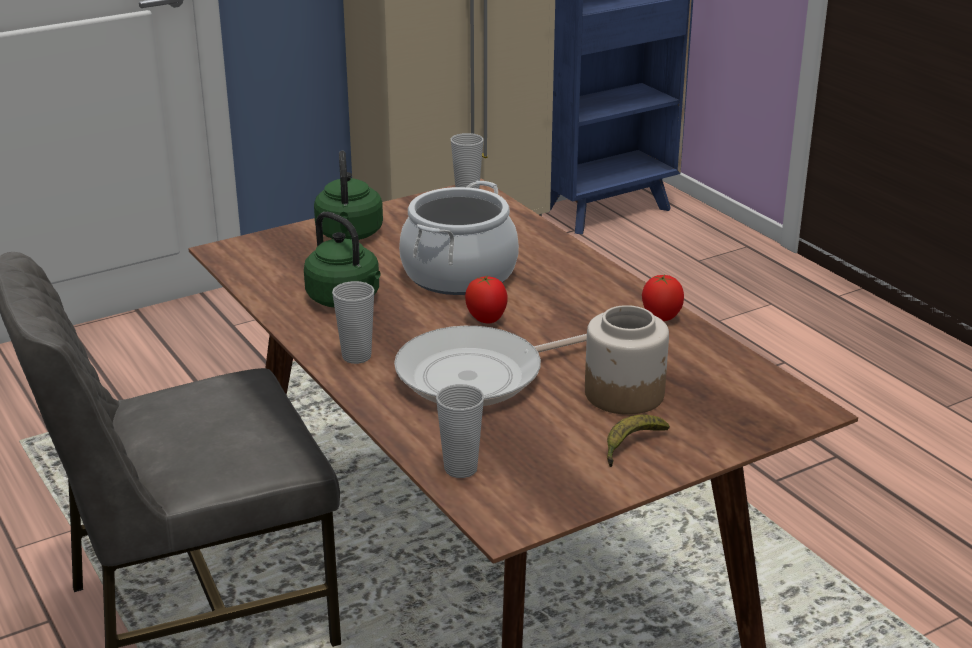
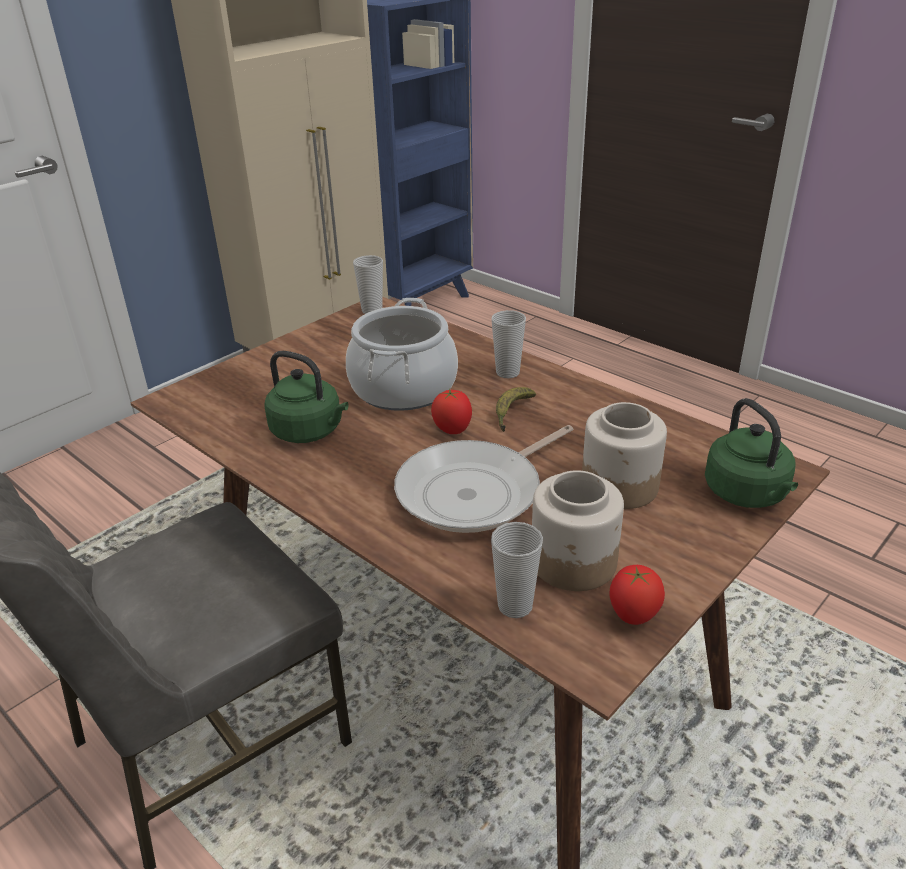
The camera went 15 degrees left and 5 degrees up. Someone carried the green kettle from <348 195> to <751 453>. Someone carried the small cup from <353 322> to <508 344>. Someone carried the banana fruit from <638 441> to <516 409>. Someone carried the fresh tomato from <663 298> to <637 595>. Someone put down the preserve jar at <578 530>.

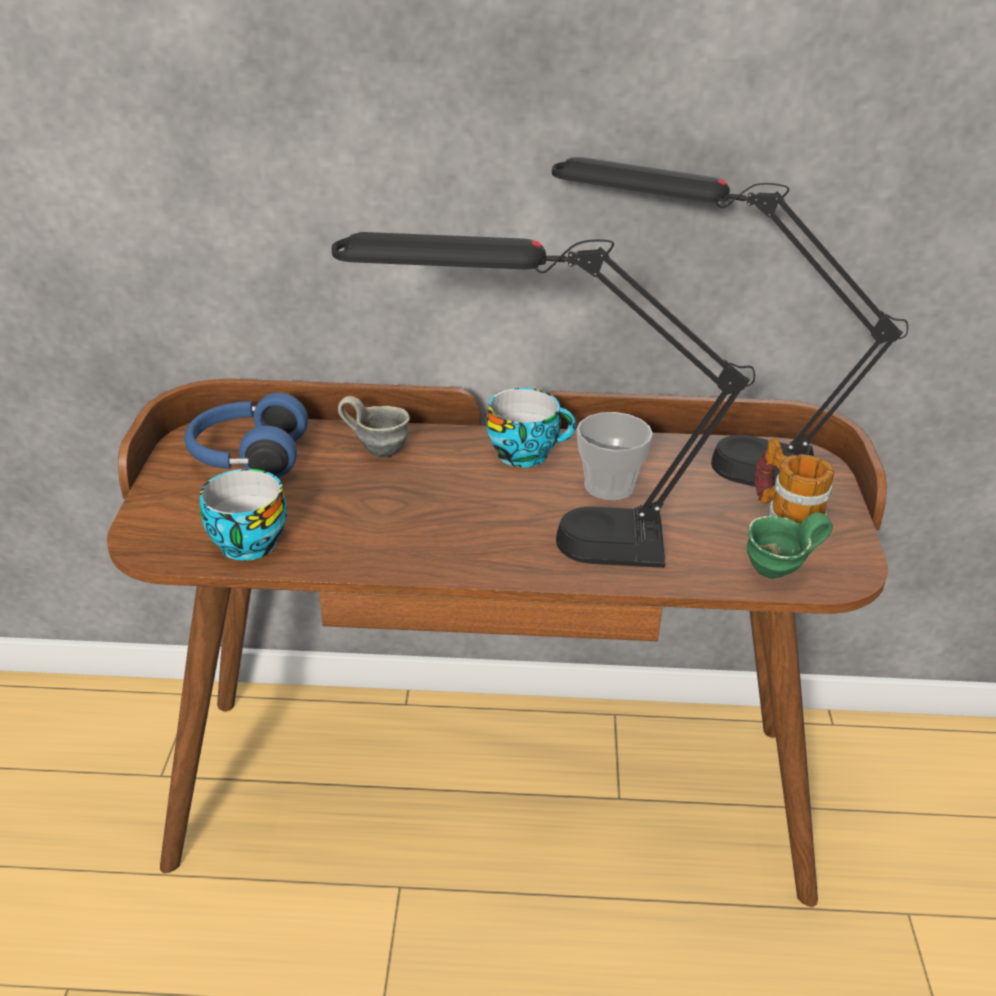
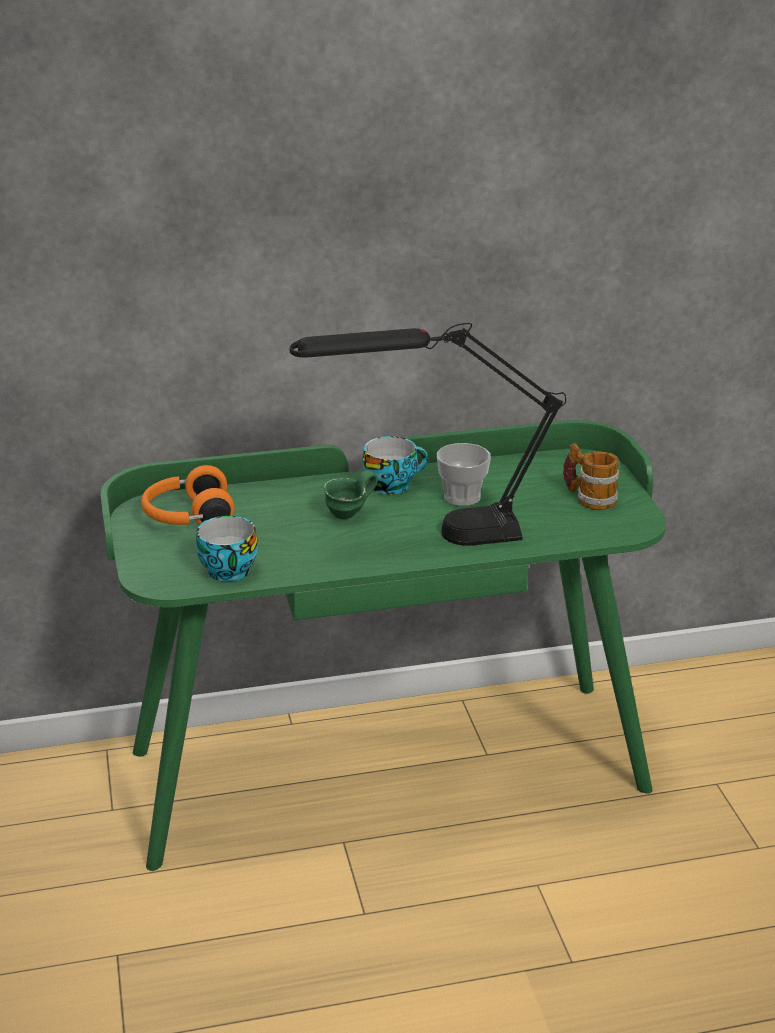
The camera went 15 degrees left and 5 degrees down. Someone repainted the brown-coloured desk at <497 643>, which became the green desk at <383 645>. Someone repainted the blue-coloured pair of headphones at <246 435>, which became the orange pair of headphones at <188 495>. Someone took away the grey tea mug at <374 427>. Someone took away the black tabletop lamp at <730 322>. Someone carried the green tea mug from <790 546> to <351 494>.

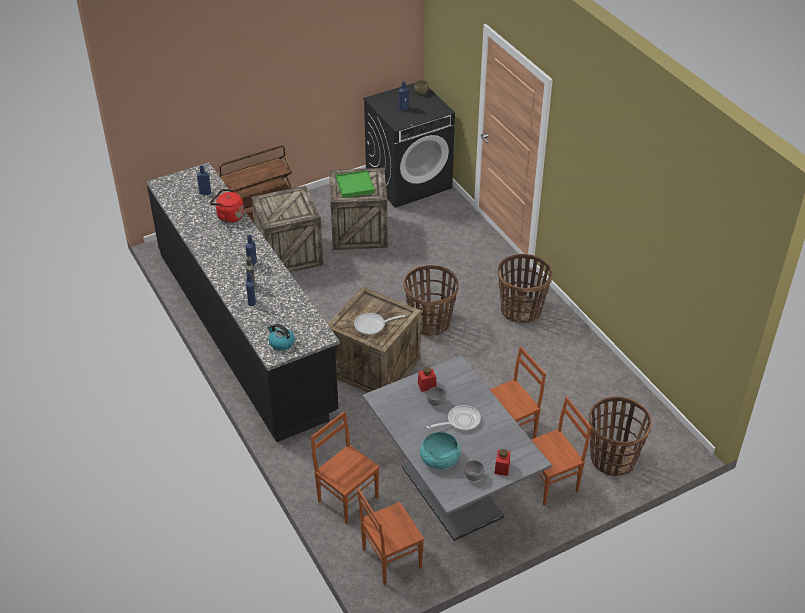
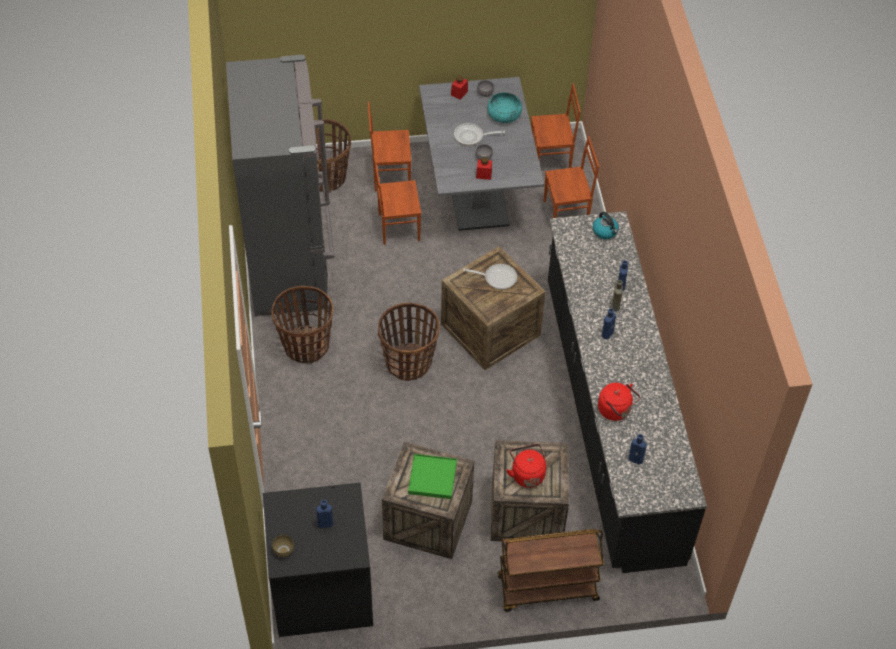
The camera went 160 degrees left and 10 degrees up. Someone rotated the brown-coloured chair at <345 467> by 75 degrees counterclockwise. Someone put down the grey refrigerator at <280 185>. Someone put down the red-coloured kettle at <526 466>.

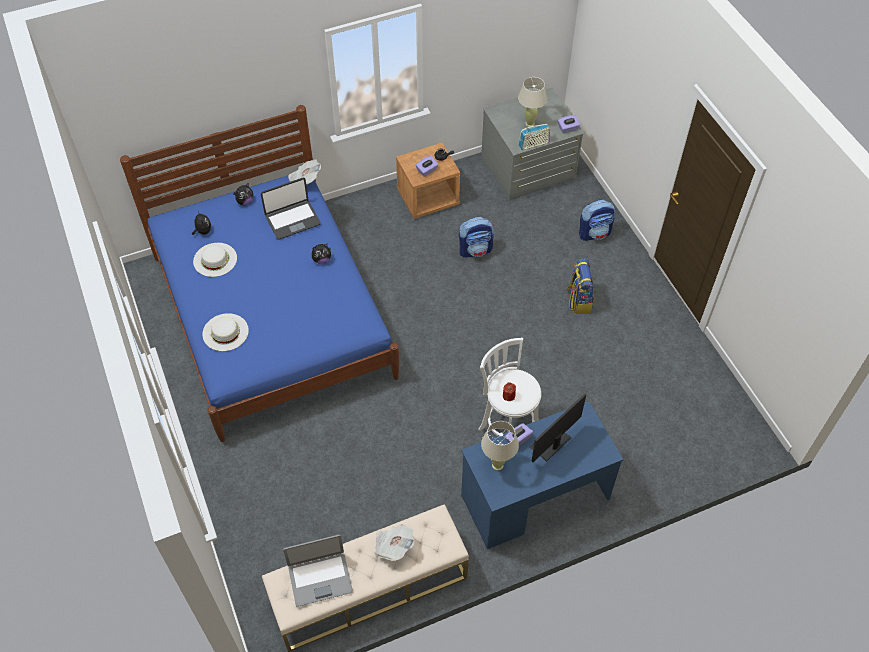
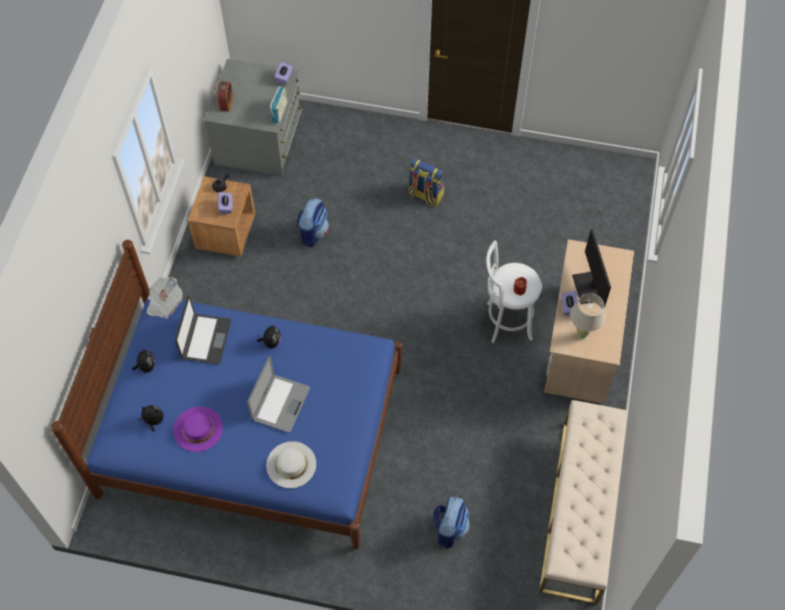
The camera went 55 degrees left and 5 degrees up. Someone repainted the white-coloured hat at <215 260>, which became the purple hat at <198 429>. Someone carried the portable computer from <318 571> to <278 394>. Someone took away the daily paper at <394 542>. Someone repainted the blue-coloured desk at <542 475>, which became the beige-coloured desk at <589 321>. Someone took away the beige-coloured tabletop lamp at <532 102>. Someone carried the backpack from <597 220> to <451 522>. Someone put down the table clock at <225 96>.

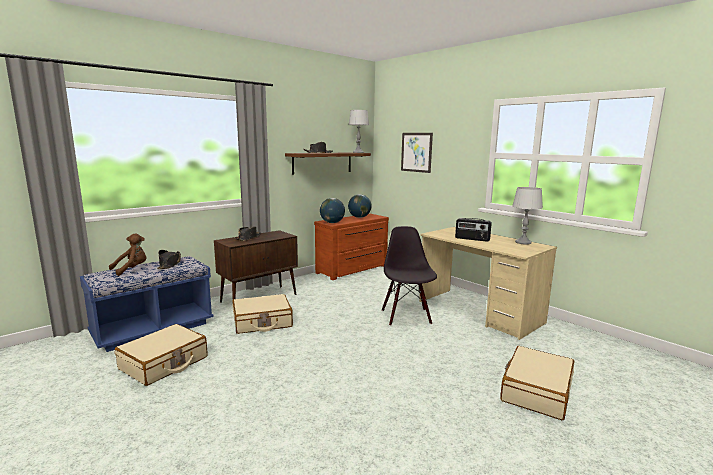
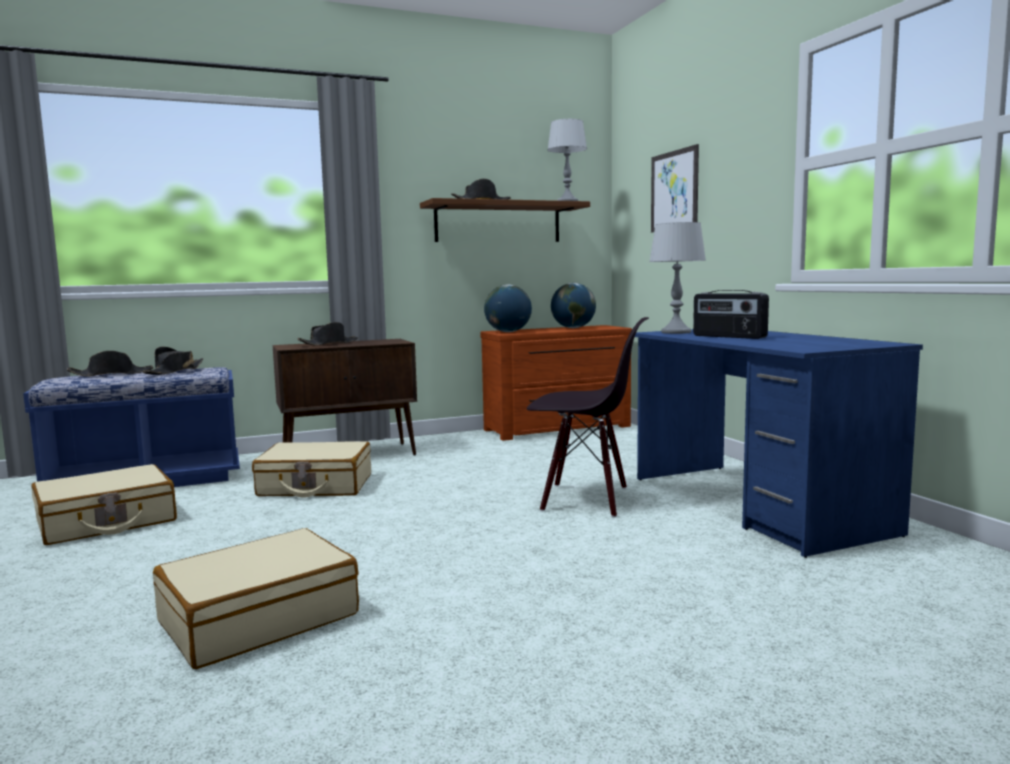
The camera went 20 degrees right and 5 degrees down. Someone swapped the brown-coloured soft toy at <128 254> for the black hat at <110 364>. Someone rotated the black chair at <409 276> by 90 degrees clockwise. Someone repainted the beige-coloured desk at <488 283>, which became the blue-coloured desk at <779 443>. Someone carried the beige-coloured piece of luggage from <537 383> to <256 598>. Someone carried the grey tabletop lamp from <527 216> to <677 278>.

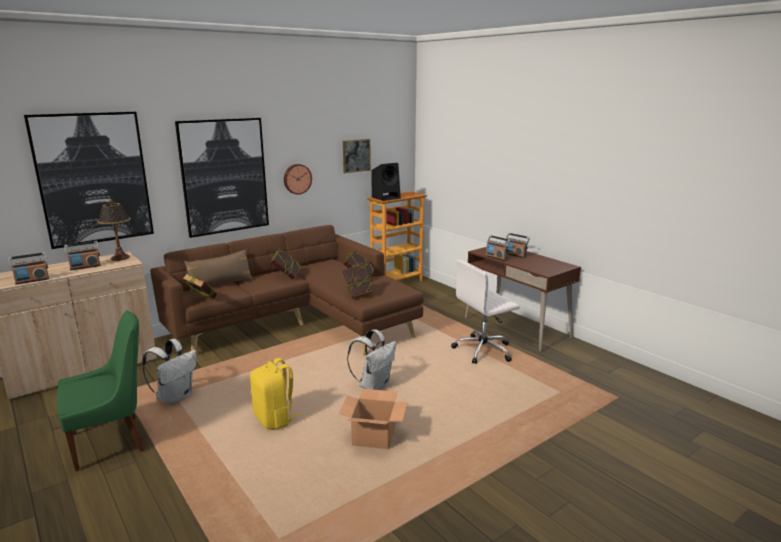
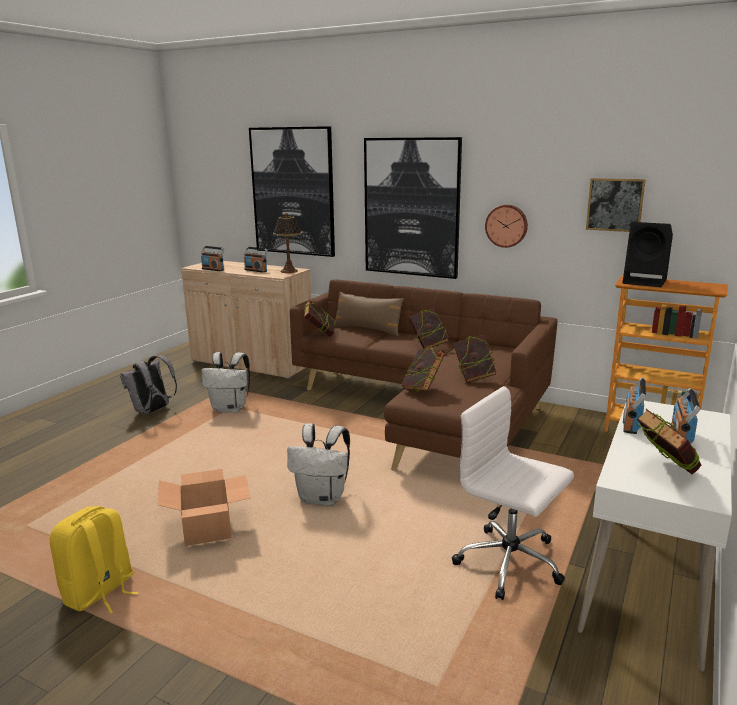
The camera went 65 degrees right and 0 degrees up. Someone swapped the green chair at <100 391> for the grey backpack at <148 385>. Someone carried the yellow backpack from <276 394> to <94 560>. Someone repainted the brown-coloured desk at <523 299>, which became the white-coloured desk at <654 536>. Someone put down the book at <669 441>.

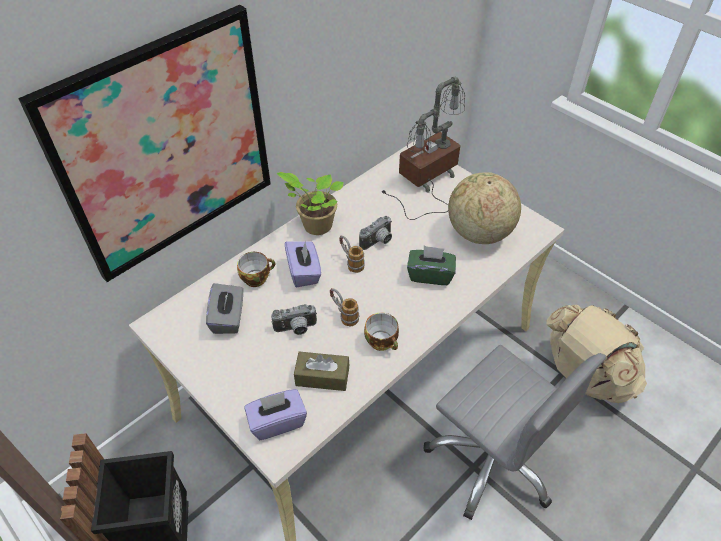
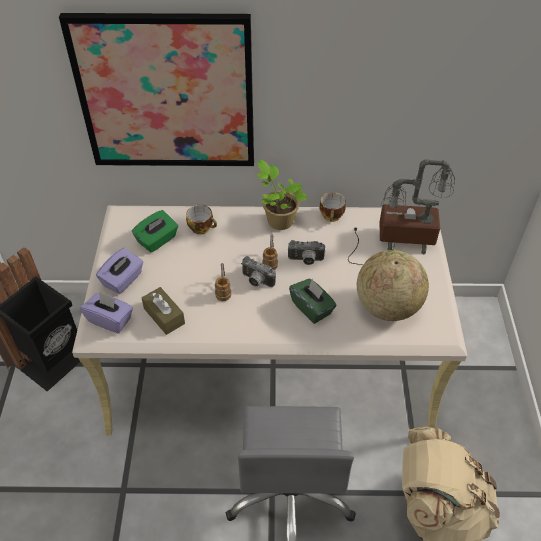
The camera went 45 degrees right and 0 degrees up. Someone repainted the grey box of tissues at <224 308>, which became the green box of tissues at <155 231>. Someone carried the photo camera from <294 319> to <258 271>. Someone carried the purple box of tissues from <303 264> to <119 271>. Someone carried the small cup from <381 331> to <332 207>.

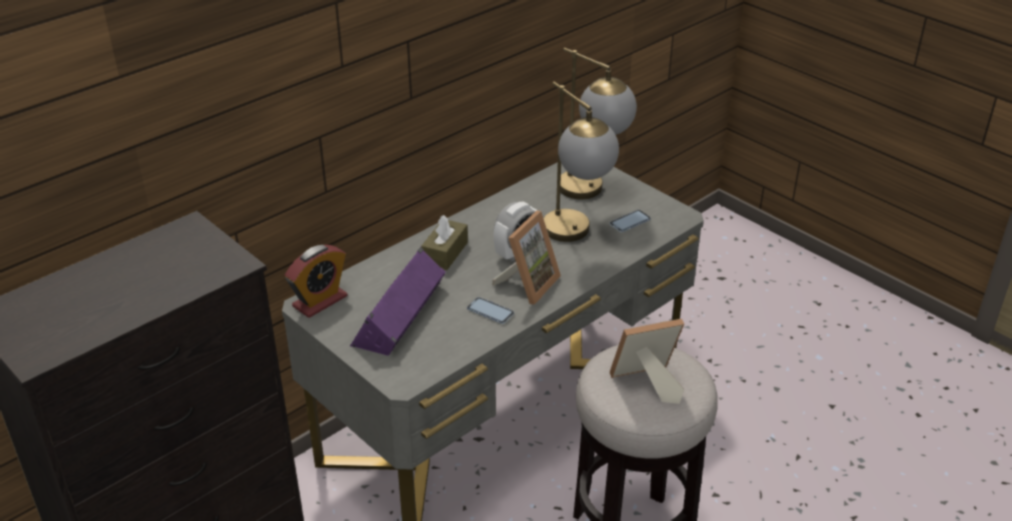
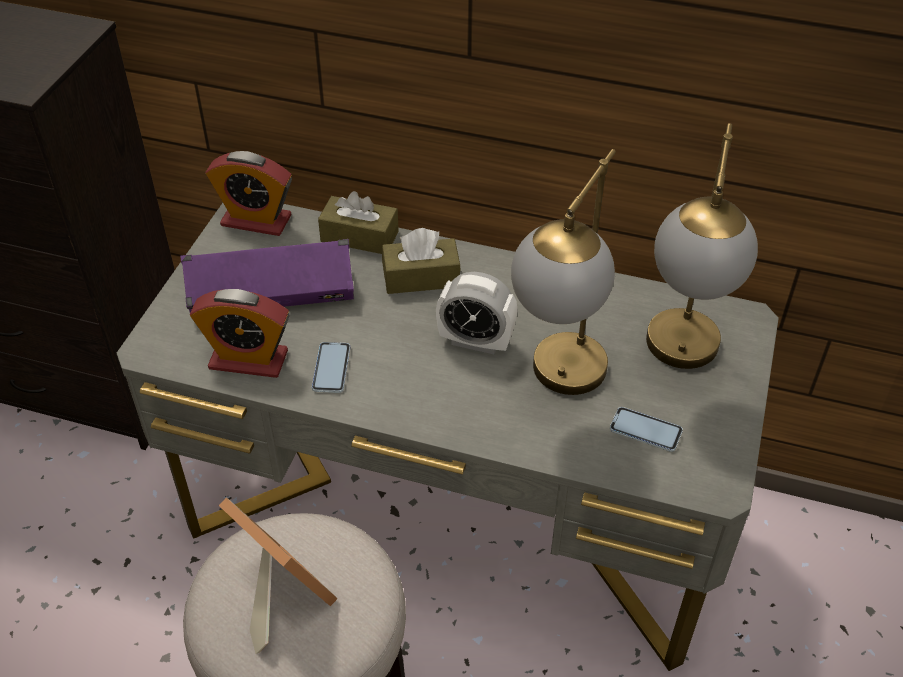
The camera went 60 degrees right and 10 degrees up. Someone took away the picture frame at <526 258>. Someone put down the table clock at <240 333>. Someone put down the brown-coloured box of tissues at <358 222>.

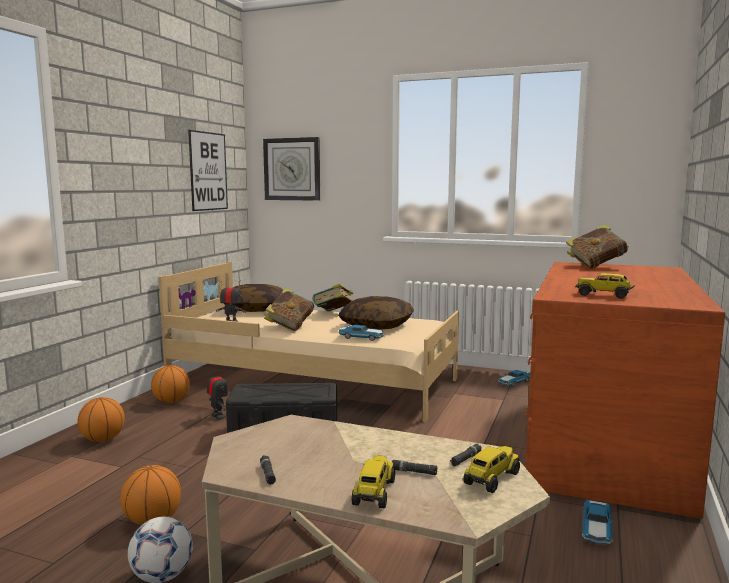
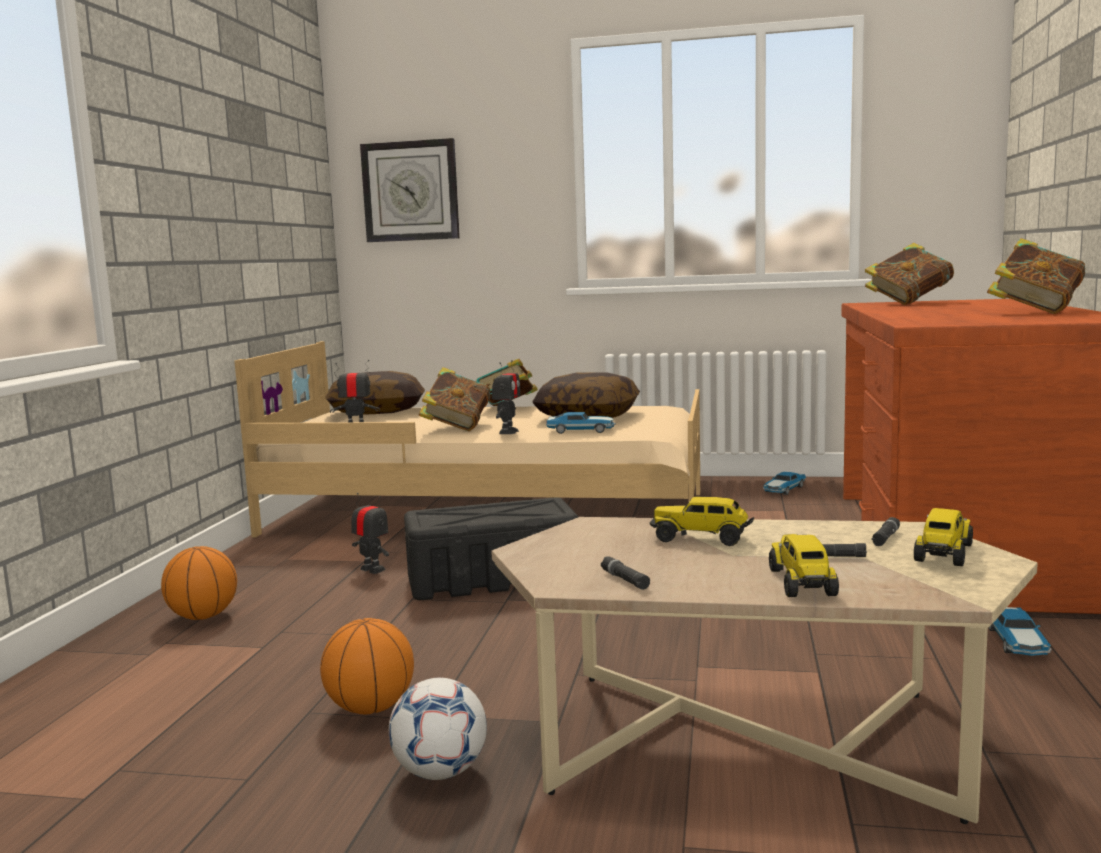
The camera went 10 degrees left and 0 degrees up. Someone took away the basketball at <170 384>. Someone took away the wall art at <208 170>. Someone carried the toy truck from <605 286> to <702 521>. Someone put down the robot figure at <506 397>. Someone put down the book at <1036 276>.

